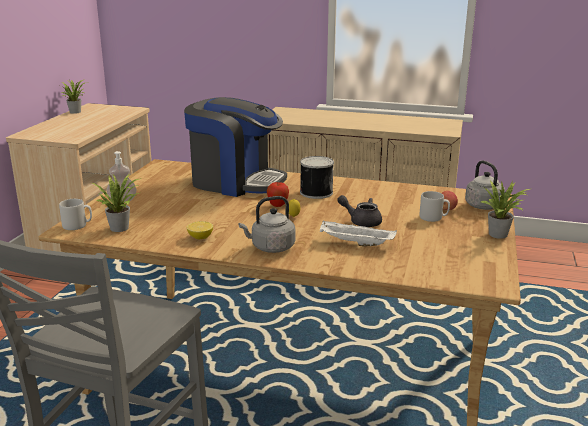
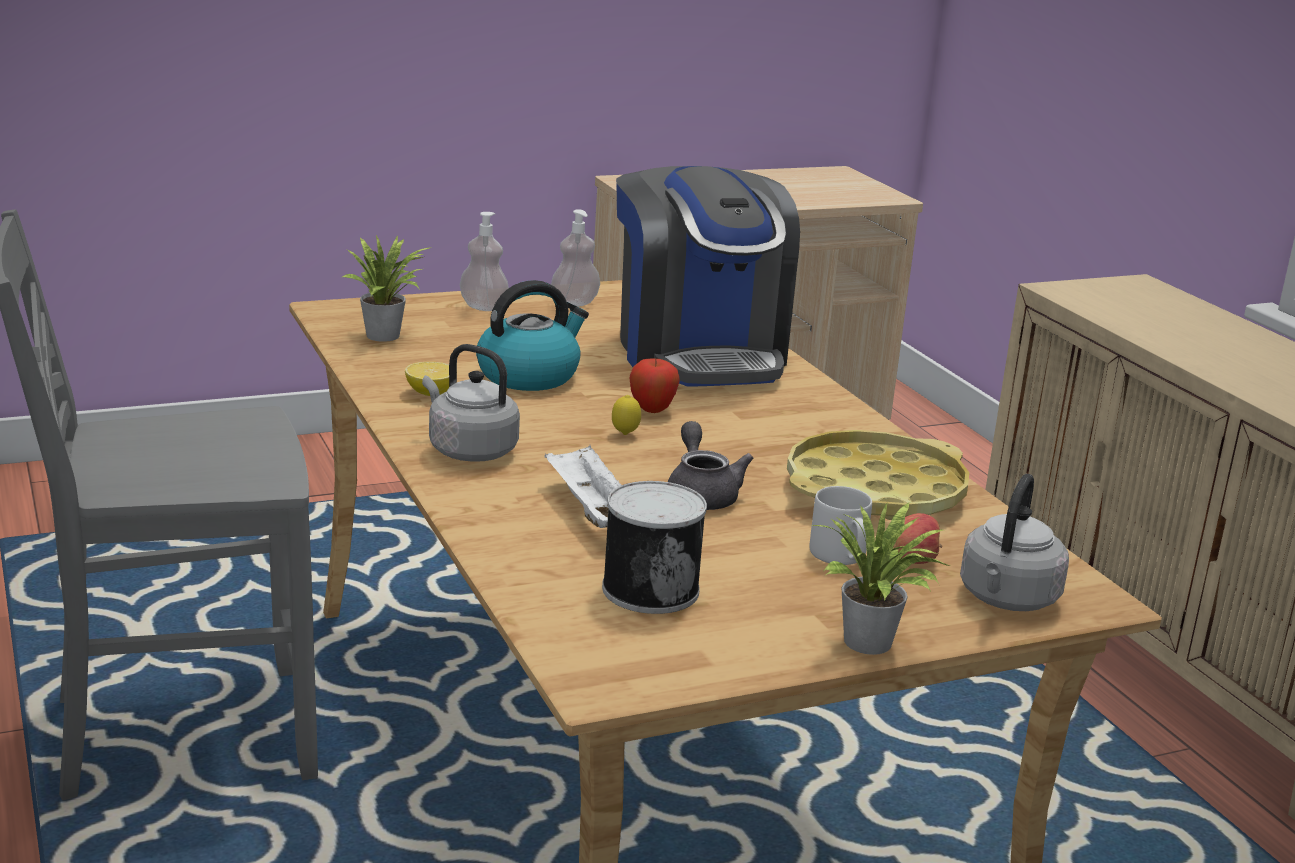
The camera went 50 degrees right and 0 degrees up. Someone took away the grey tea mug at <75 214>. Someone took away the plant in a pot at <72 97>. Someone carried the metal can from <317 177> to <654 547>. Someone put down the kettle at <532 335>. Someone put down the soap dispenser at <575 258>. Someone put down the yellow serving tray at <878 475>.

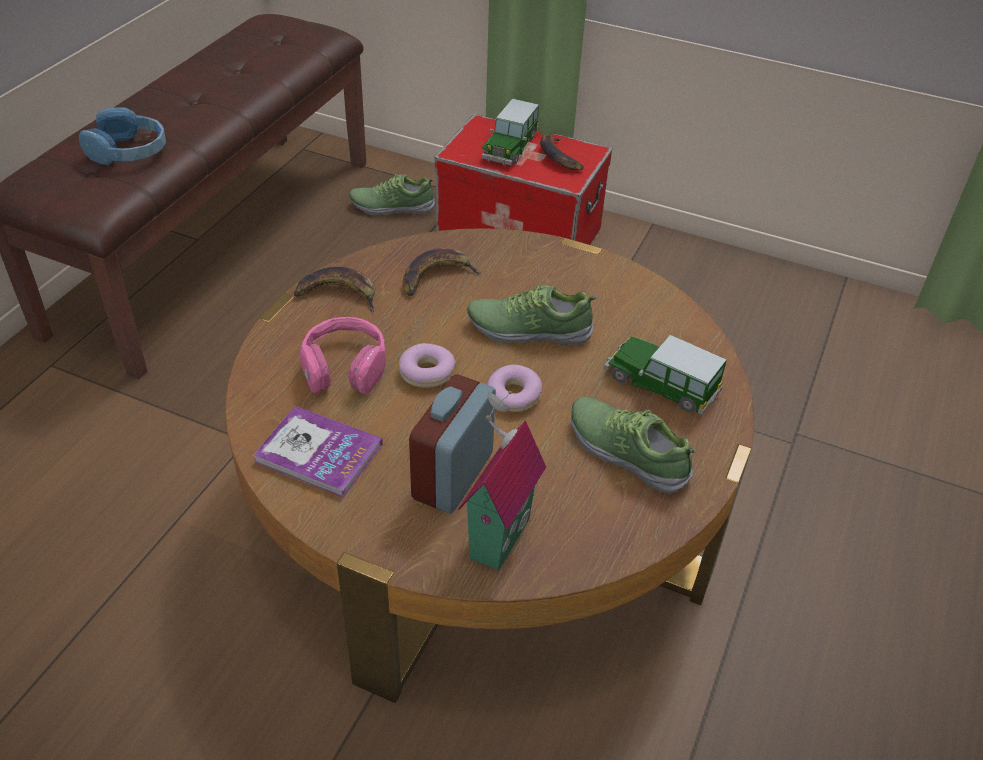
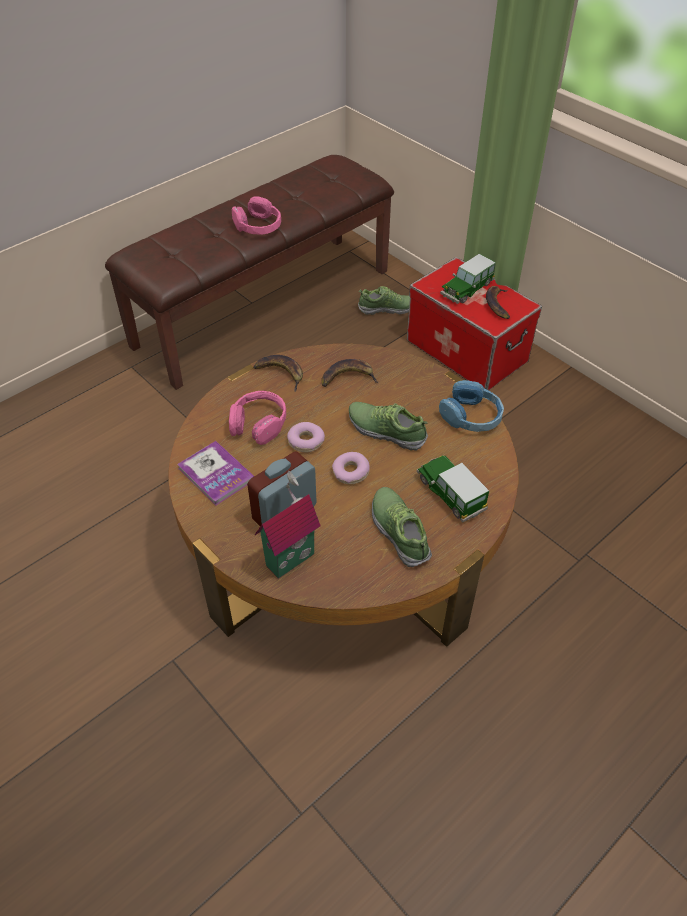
The camera went 25 degrees right and 5 degrees up. Someone carried the blue-coloured pair of headphones from <122 136> to <471 406>. Someone rotated the item of footwear at <392 194> by 150 degrees clockwise. Someone put down the pinkish pair of headphones at <256 215>.

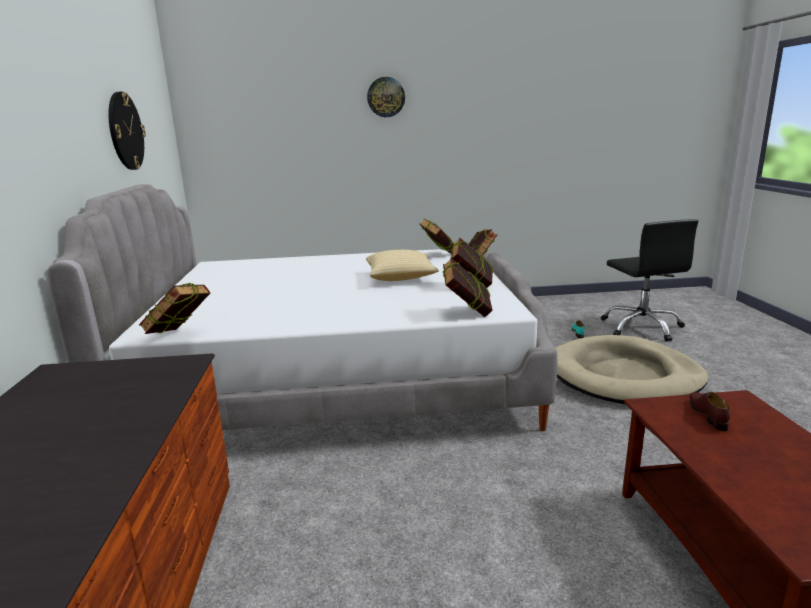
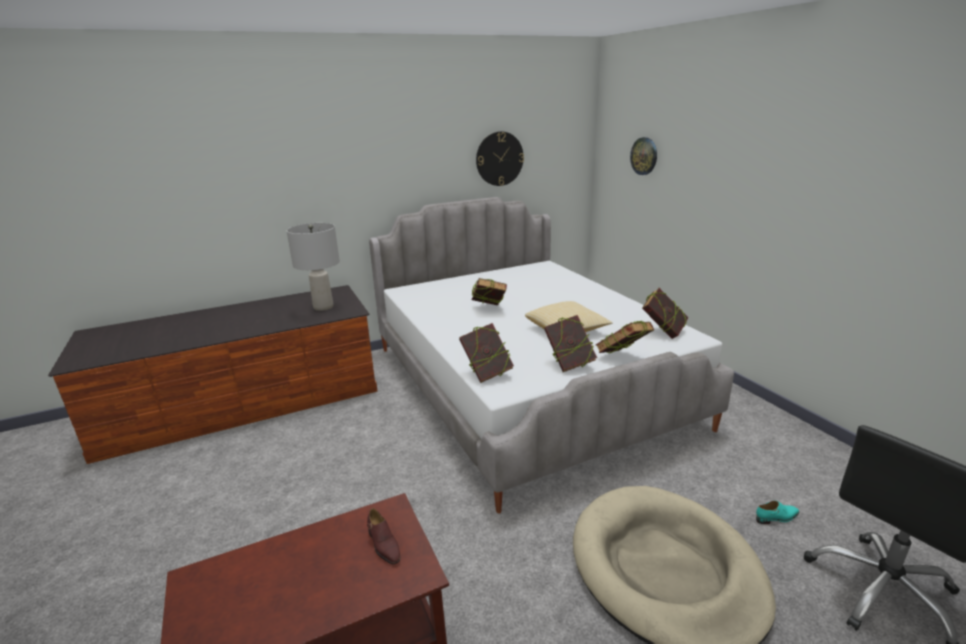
The camera went 70 degrees right and 5 degrees up. Someone carried the book from <174 308> to <489 292>. Someone carried the wall clock from <386 97> to <643 156>. Someone rotated the brown-coloured item of footwear at <709 411> by 75 degrees clockwise. Someone put down the grey tabletop lamp at <313 267>.

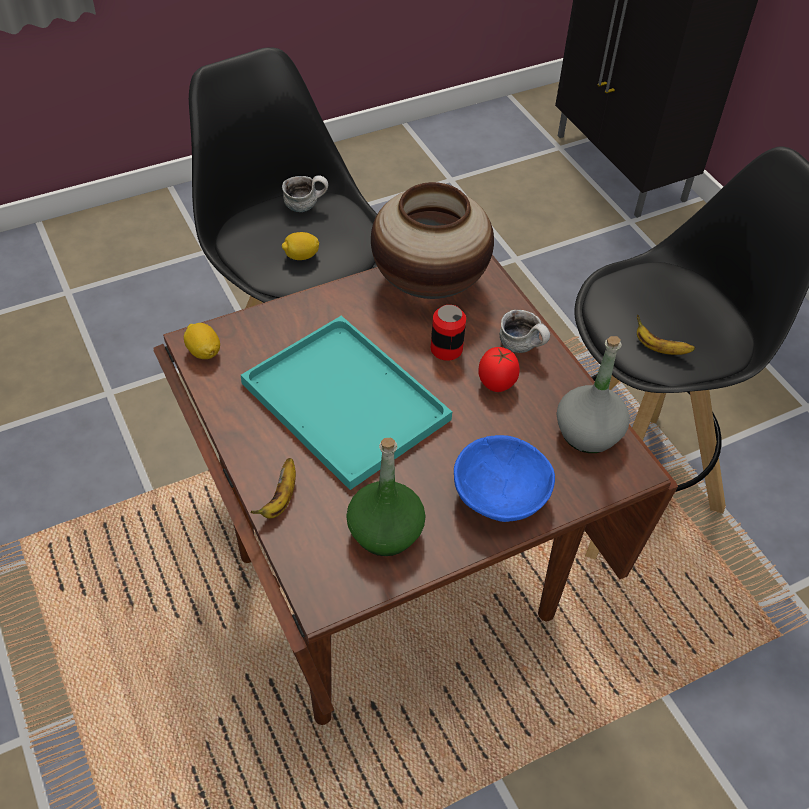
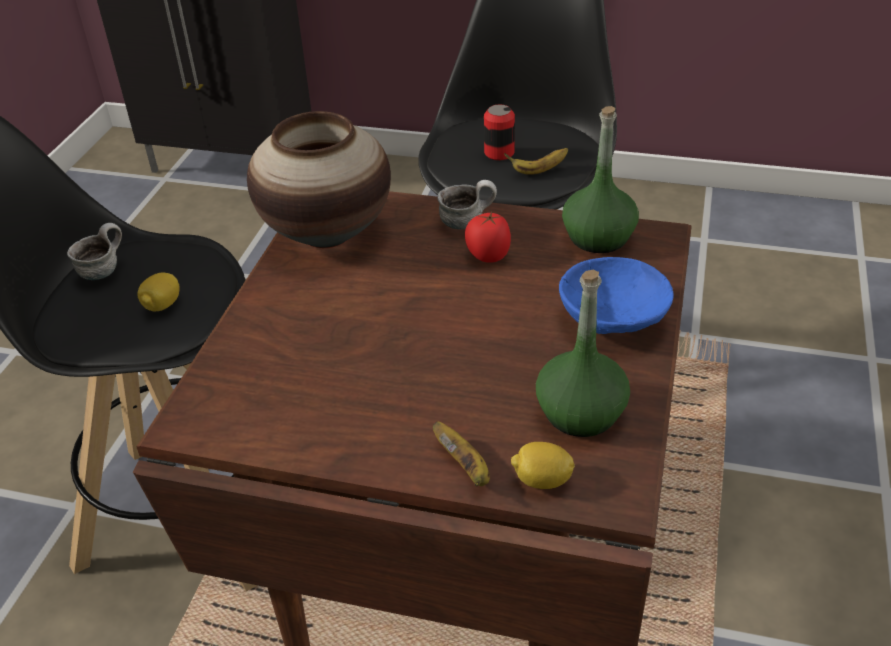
The camera went 45 degrees left and 10 degrees down. Someone carried the whole lemon from <202 341> to <543 465>. Someone took away the turquoise-coloured serving tray at <346 403>. Someone carried the metal can from <448 333> to <499 132>. Someone repainted the grey bottle at <593 394>, which became the green bottle at <600 179>.

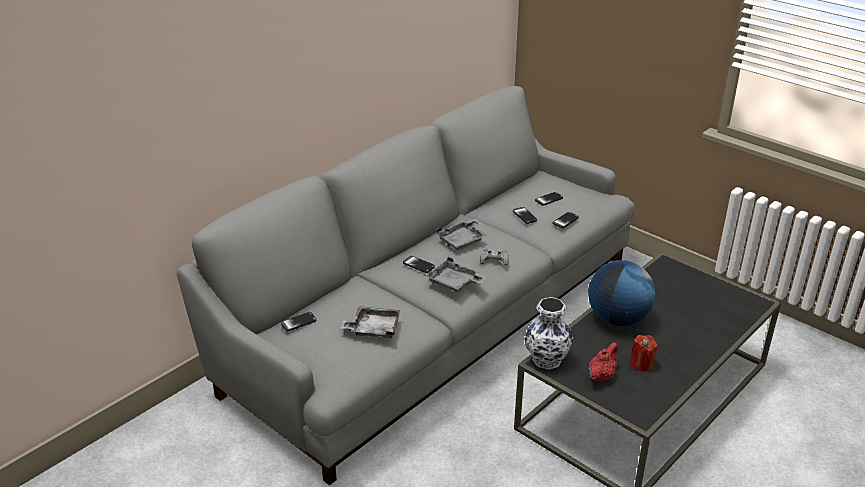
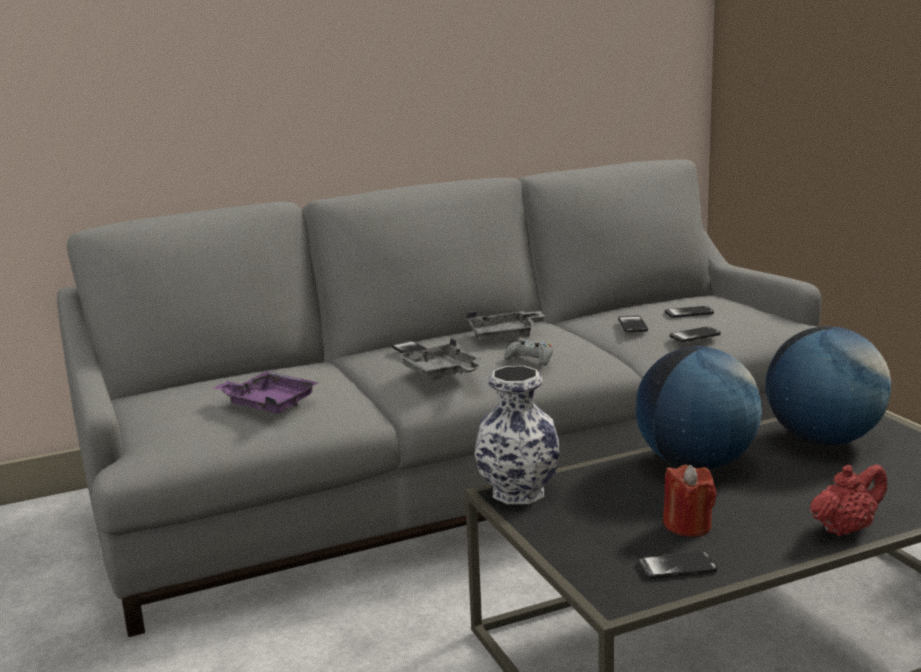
The camera went 25 degrees right and 15 degrees down. Someone carried the phone from <299 321> to <678 565>. Someone repainted the grey serving tray at <370 322>, which became the purple serving tray at <265 392>. Someone carried the red-coloured teapot from <603 362> to <848 500>. Someone put down the world globe at <828 385>.

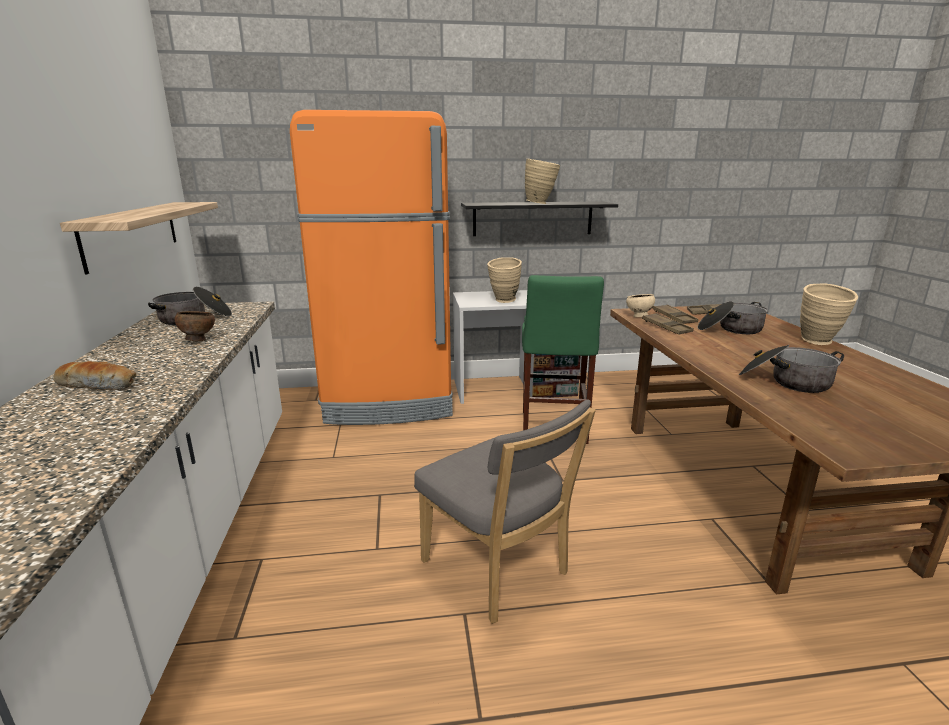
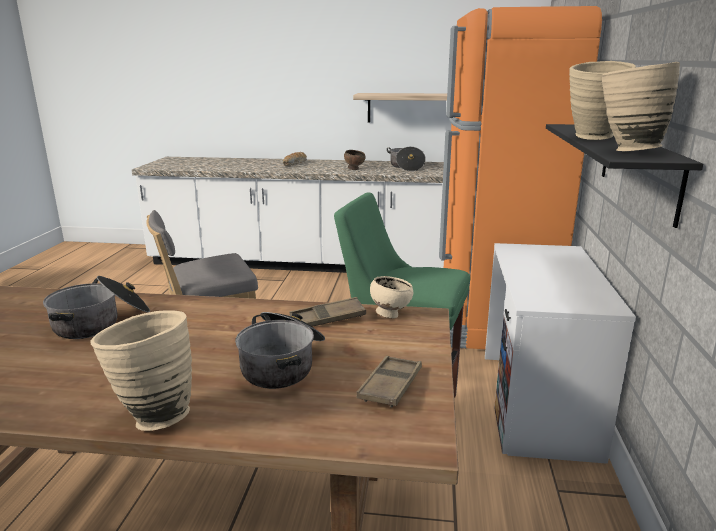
The camera went 105 degrees right and 0 degrees up. Someone carried the beige-coloured decorative vase from <504 280> to <641 106>. Someone took away the brown-coloured serving tray at <675 314>.

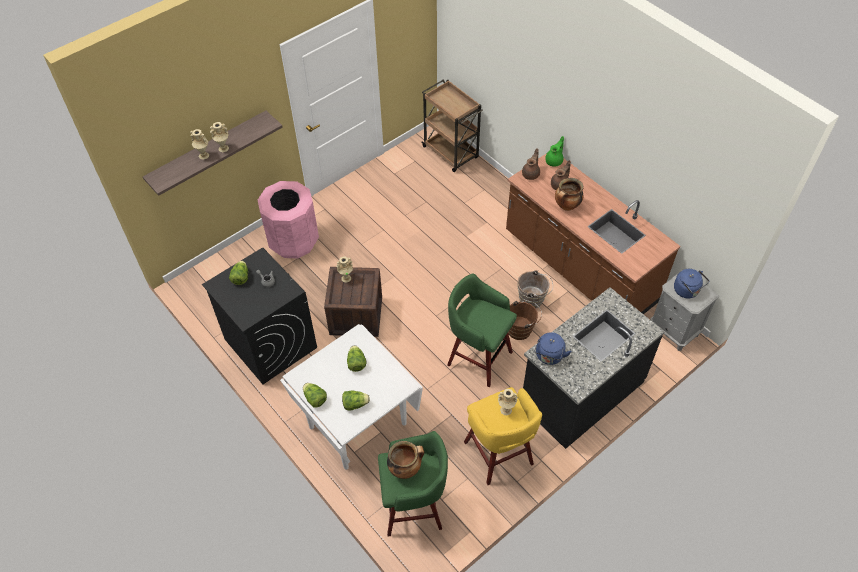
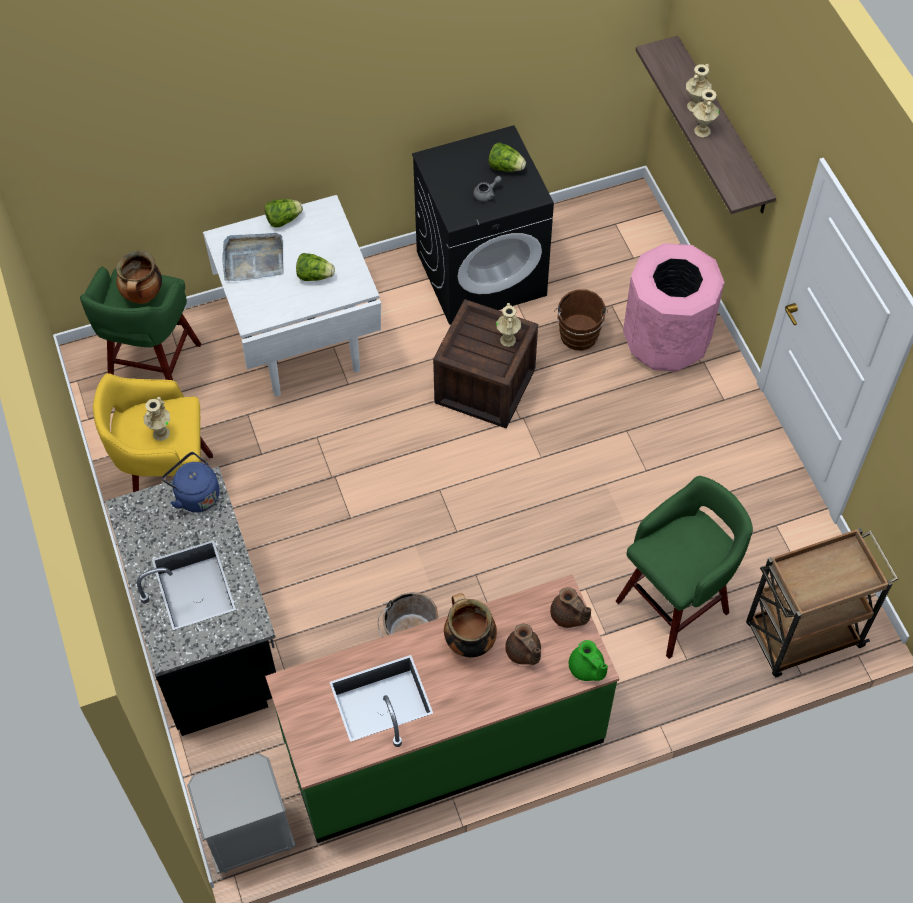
The camera went 110 degrees right and 5 degrees up. Someone swapped the head of lettuce at <356 401> for the grey serving tray at <253 257>. Someone carried the green sitting stool from <482 330> to <684 567>. Someone repainted the brown-coloured kitchen base unit at <593 233>, which became the green kitchen base unit at <442 708>. Someone carried the brown-coloured bucket from <525 320> to <581 319>. Someone took away the blue-coloured kettle at <691 283>.

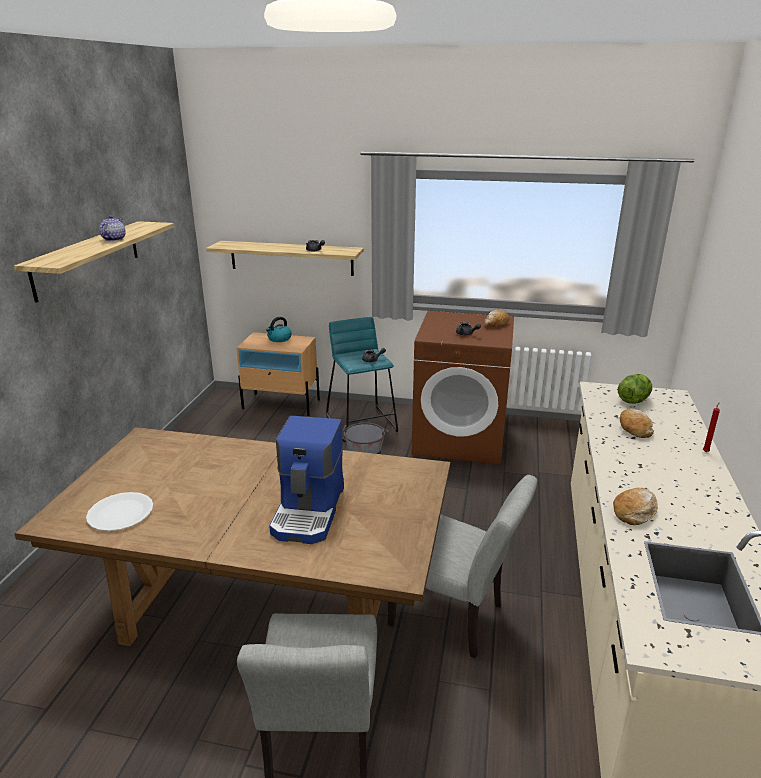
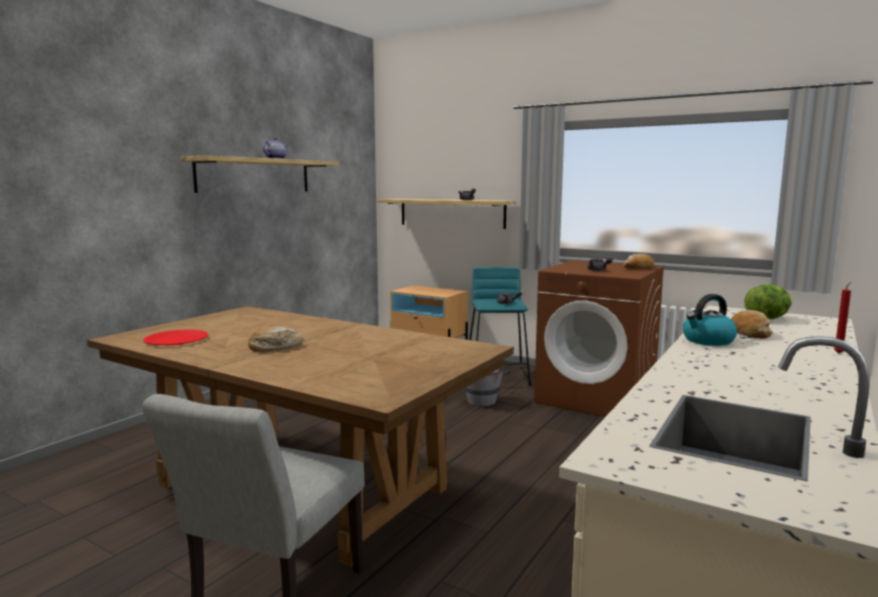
The camera went 20 degrees right and 15 degrees down. Someone repainted the white-coloured flat dish at <119 511>, which became the red-coloured flat dish at <175 337>. Someone carried the kettle from <279 329> to <710 320>. Someone took away the coffee machine at <306 480>. Someone took away the grey chair at <462 566>. Someone carried the bakery bread from <635 506> to <275 339>.

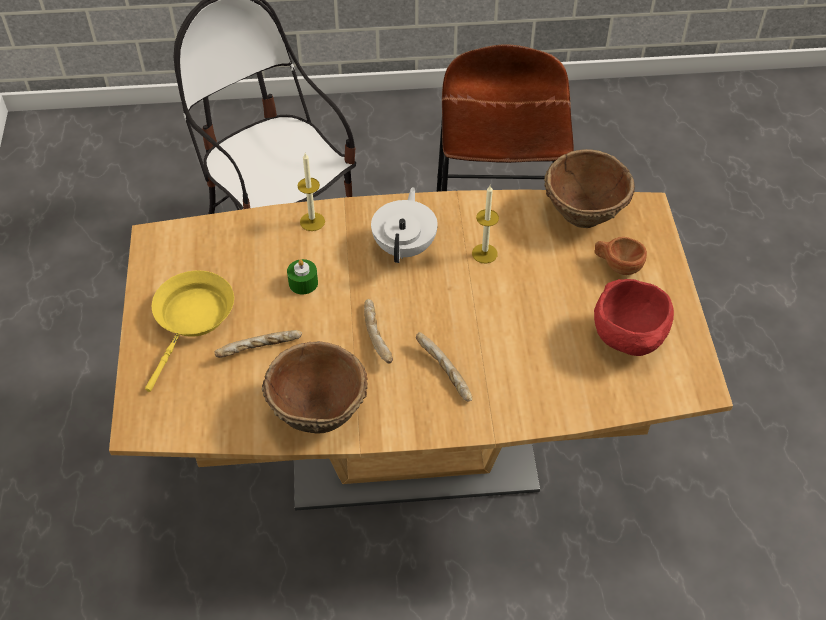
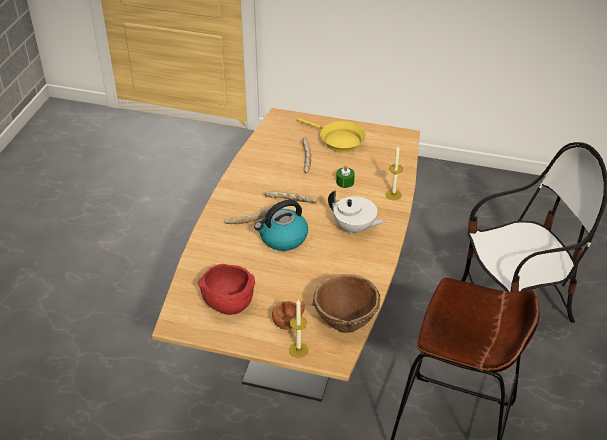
The camera went 110 degrees right and 10 degrees down. Someone took away the brown-coloured deep dish at <315 387>. Someone carried the wax candle from <485 225> to <298 329>. Someone put down the kettle at <281 225>.

